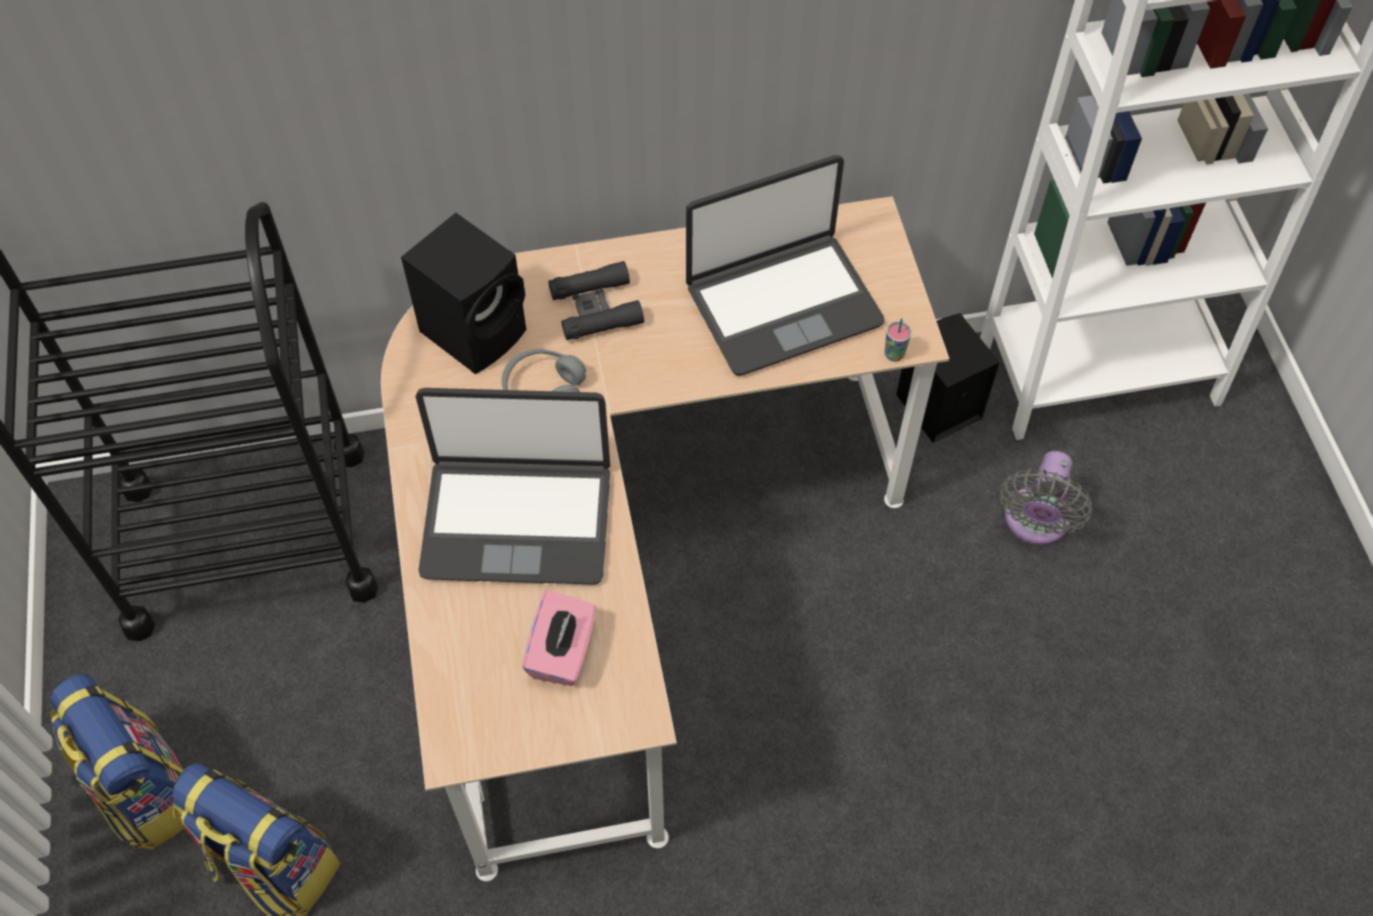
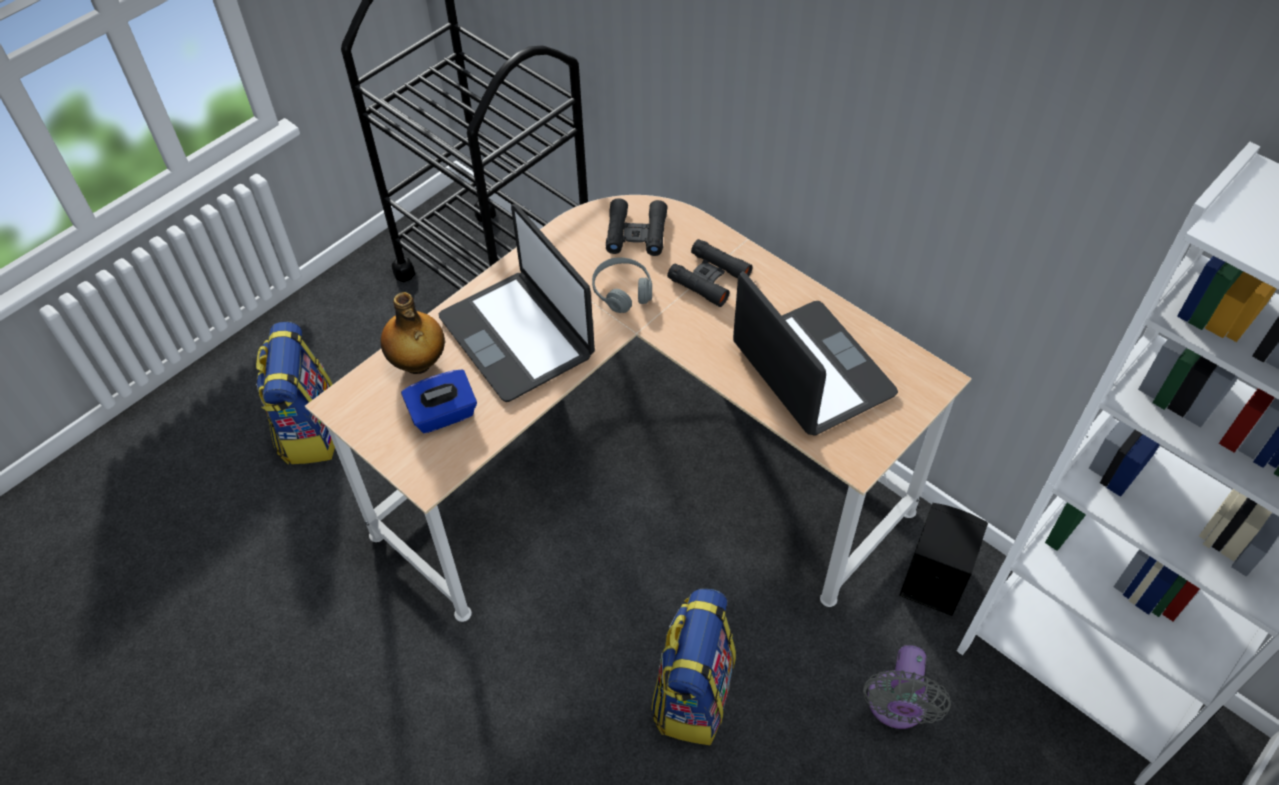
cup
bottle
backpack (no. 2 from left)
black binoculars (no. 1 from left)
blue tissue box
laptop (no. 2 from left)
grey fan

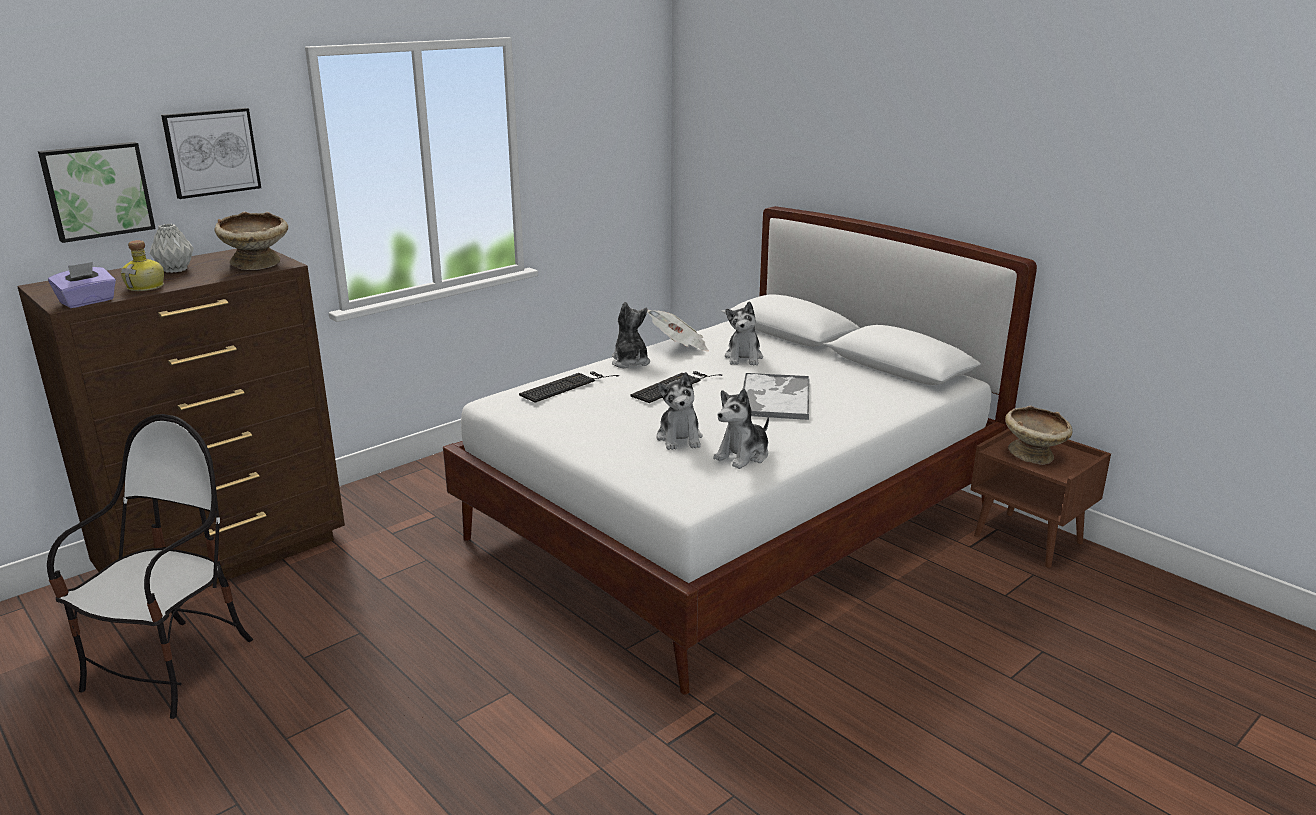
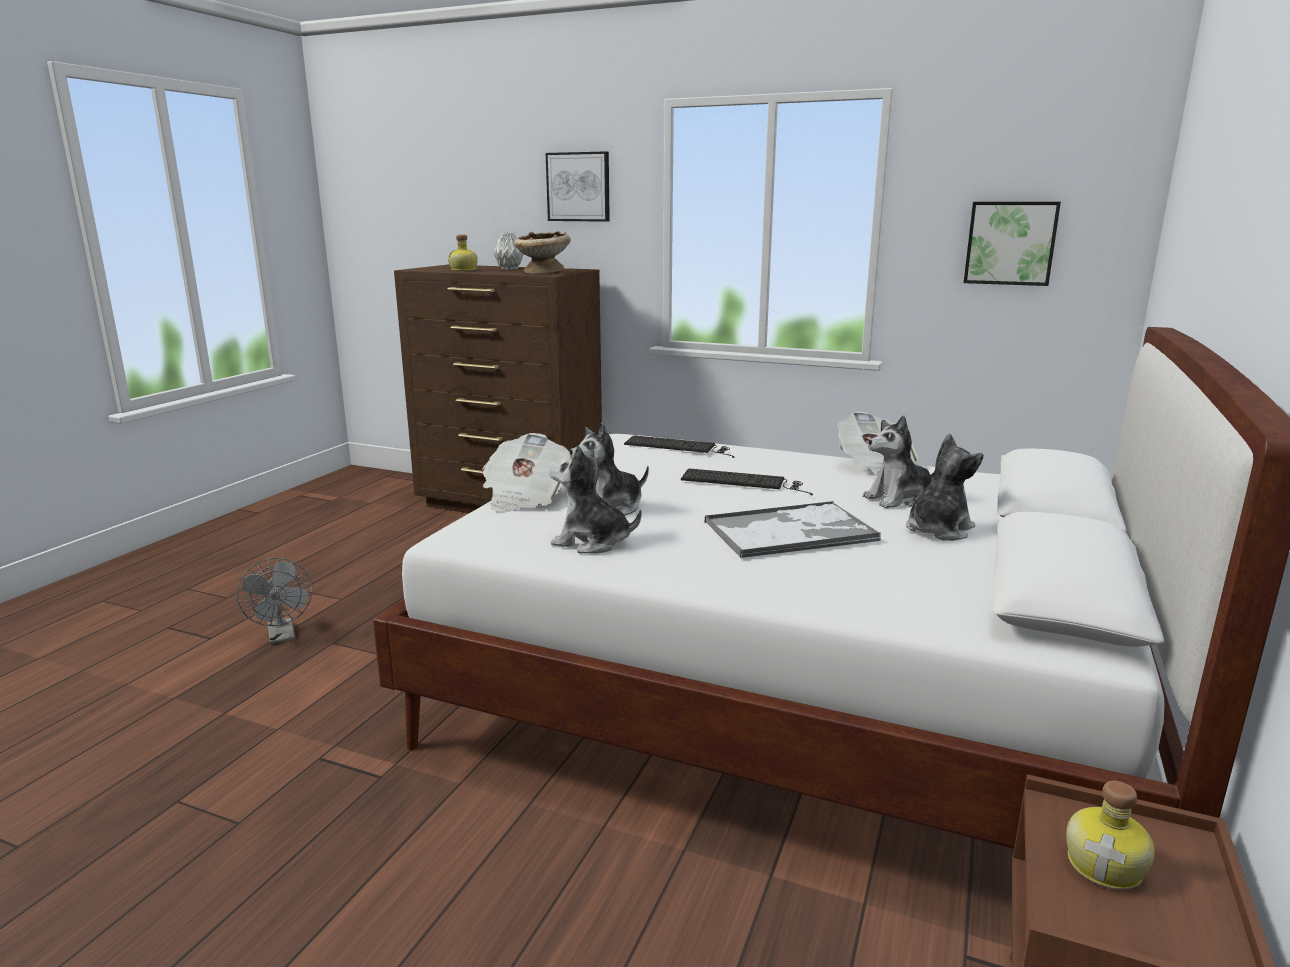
chair
purple tissue box
grey fan
newspaper (no. 1 from left)
picture (no. 2 from left)
plush toy (no. 4 from left)
bottle (no. 2 from left)

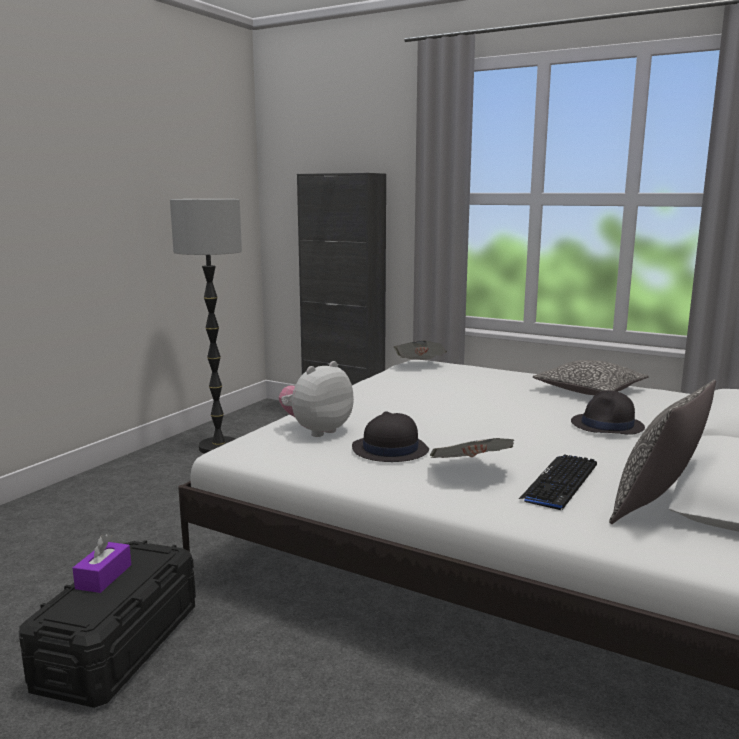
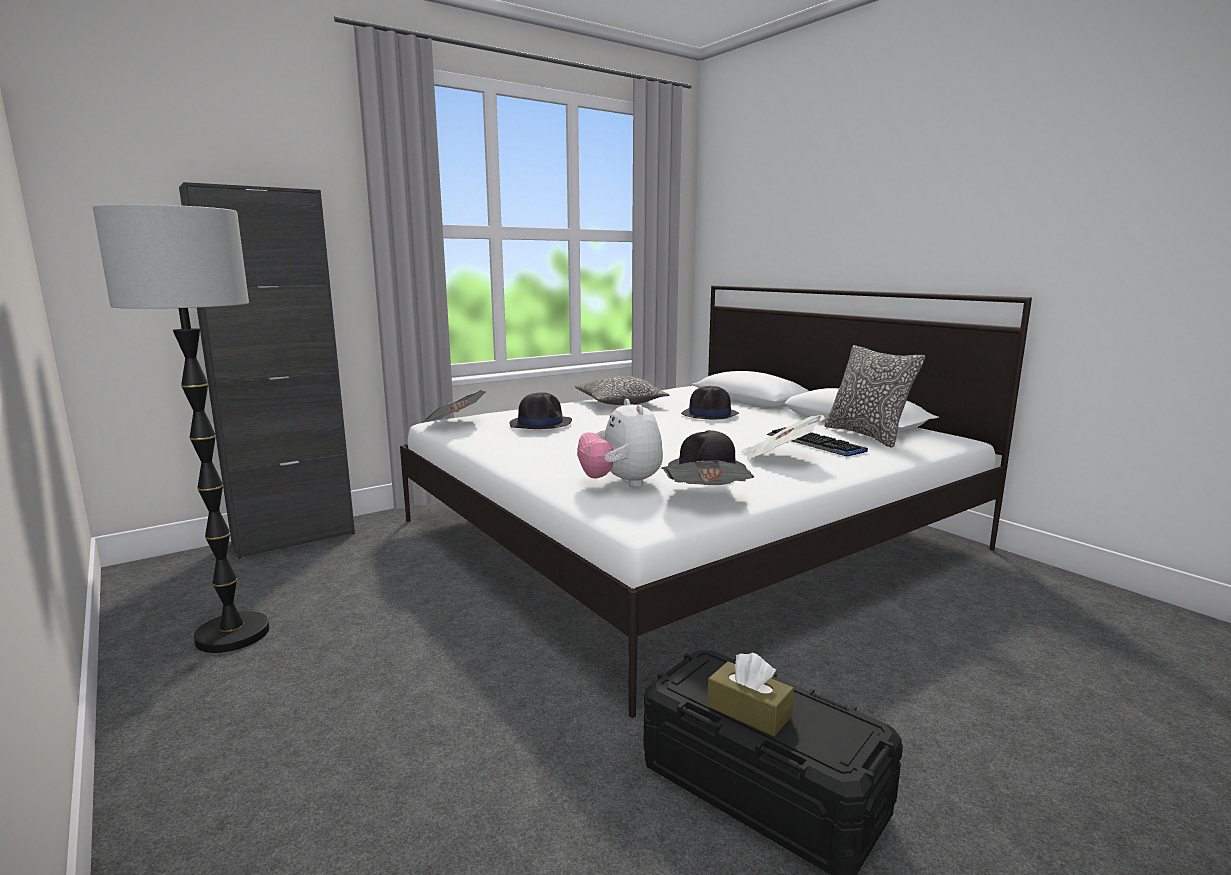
black hat (no. 1 from left)
newspaper (no. 2 from left)
brown tissue box

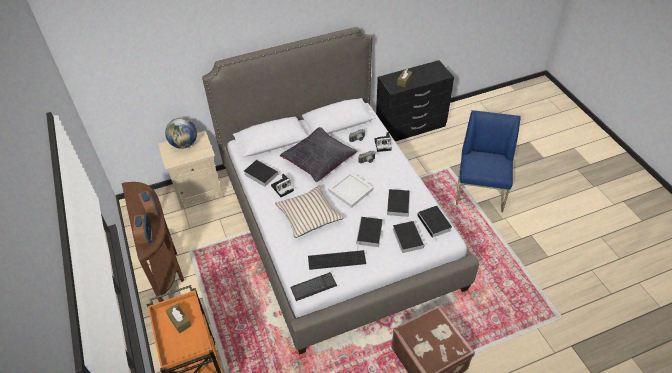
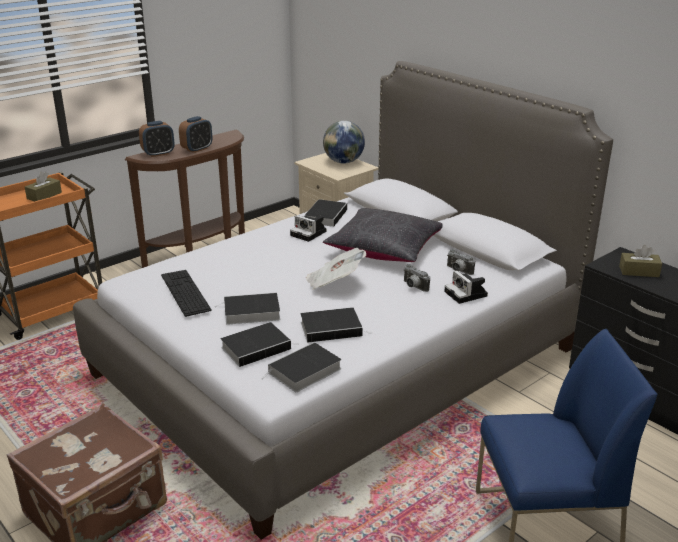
beige pillow
keyboard (no. 1 from left in the first image)
newspaper

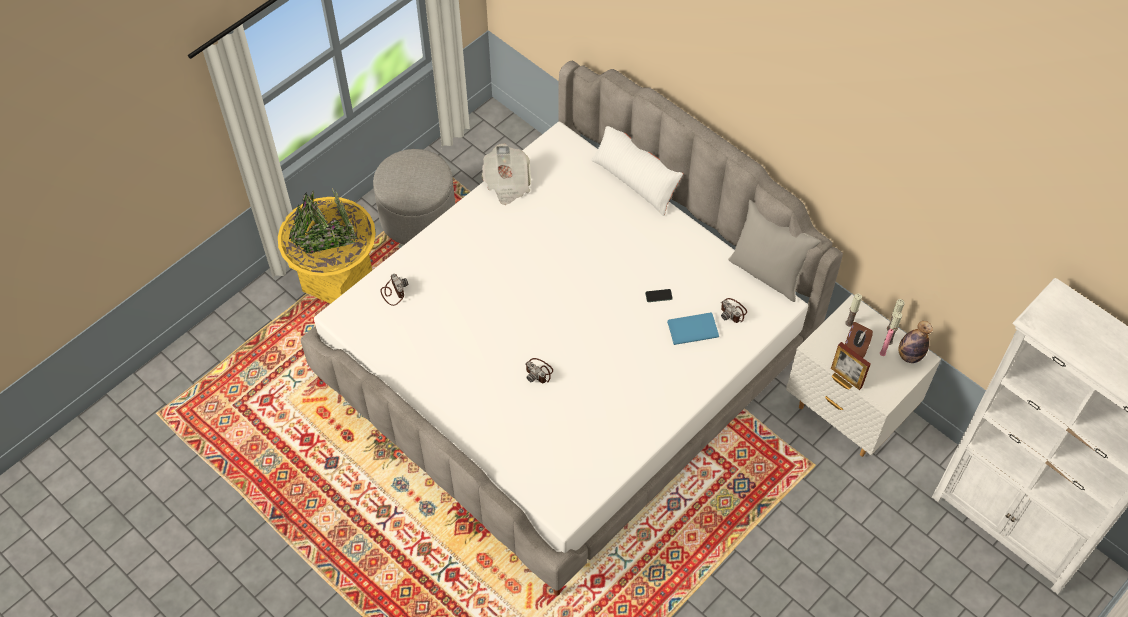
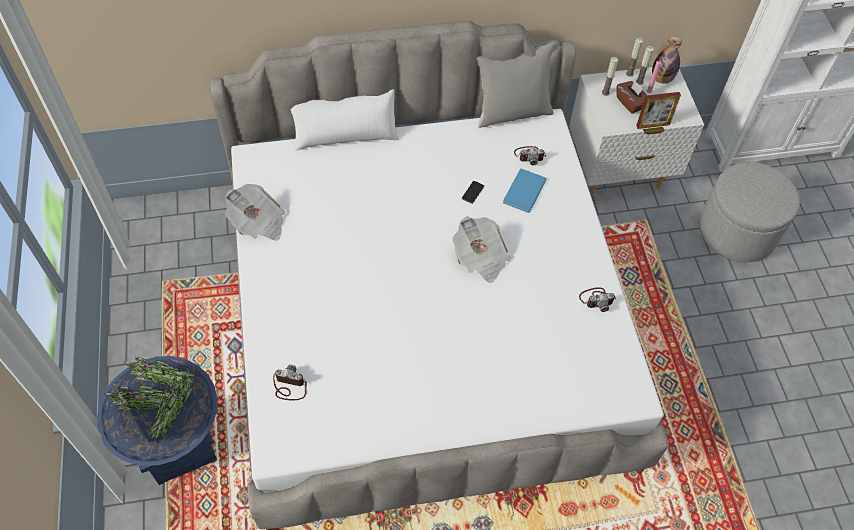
newspaper (no. 2 from left)
grey ottoman
photo camera (no. 3 from left)
blue planter

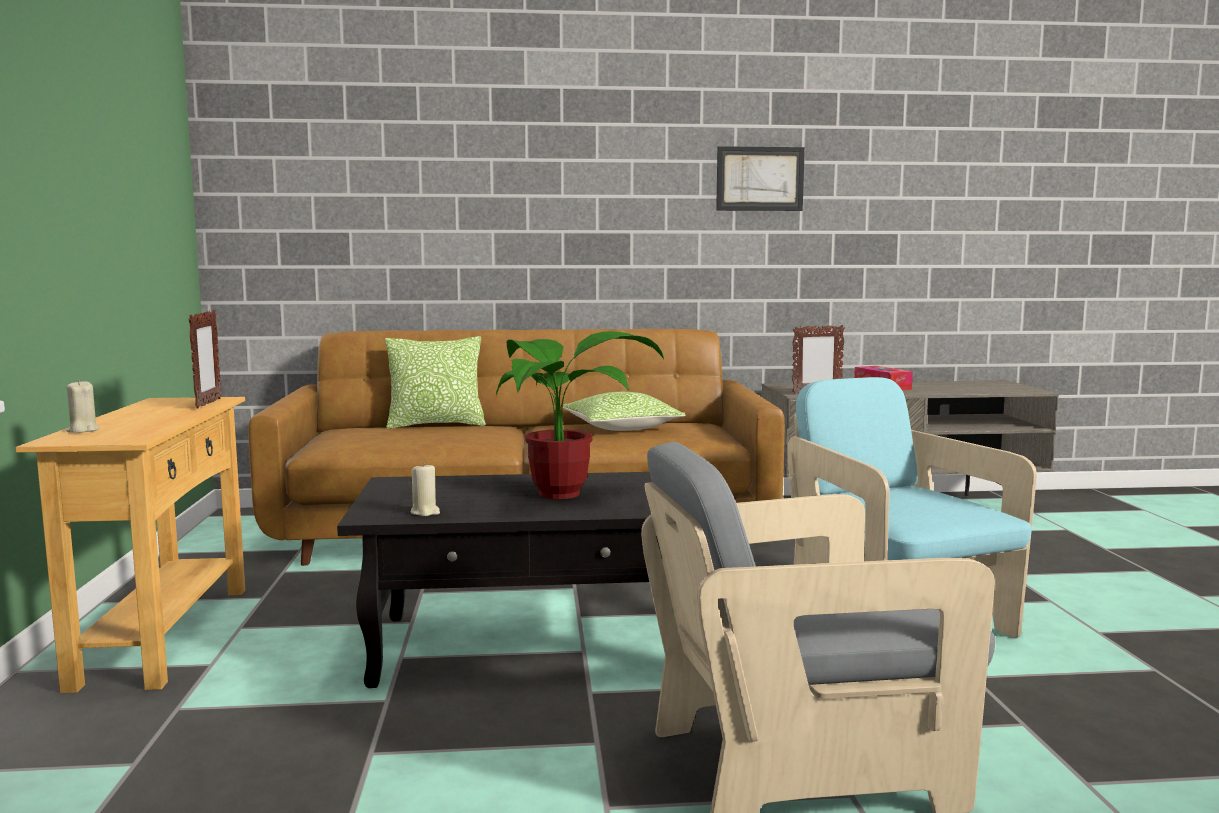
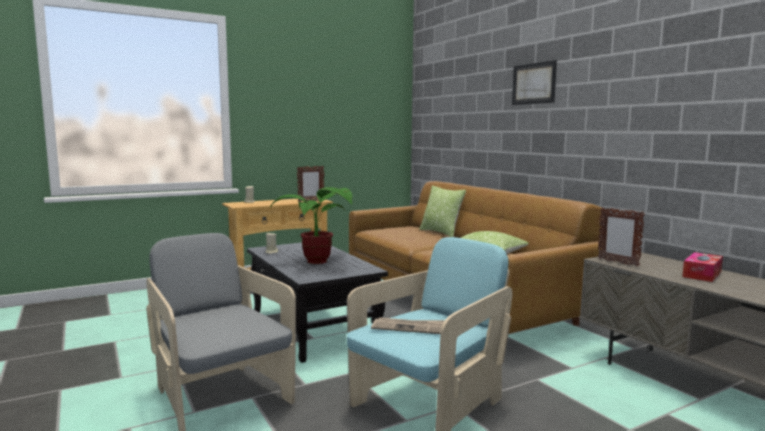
newspaper
picture

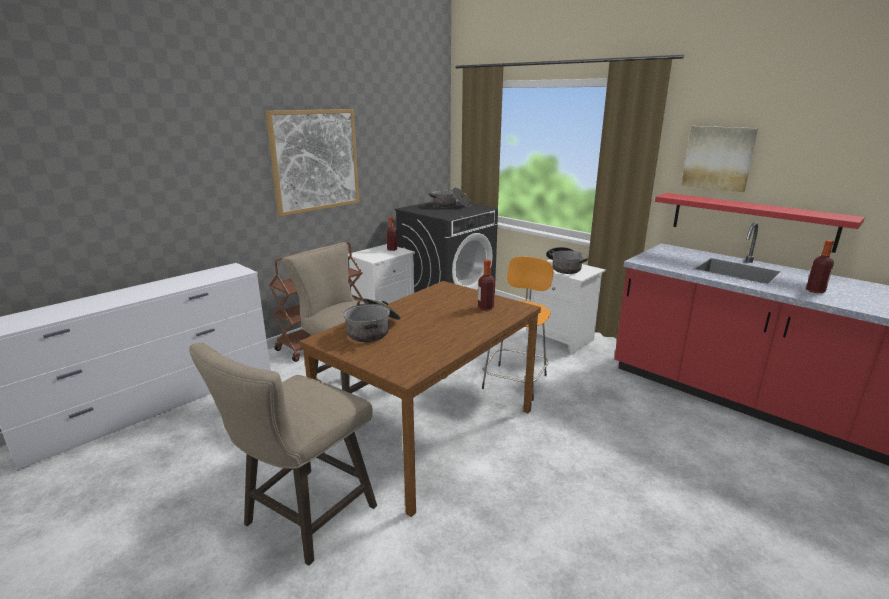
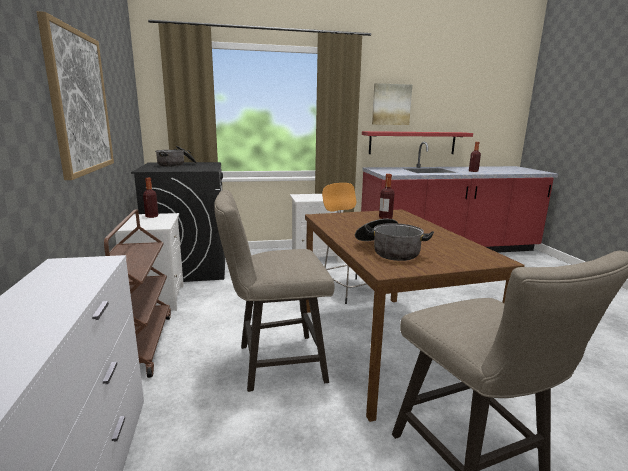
cooking pot (no. 3 from left in the first image)

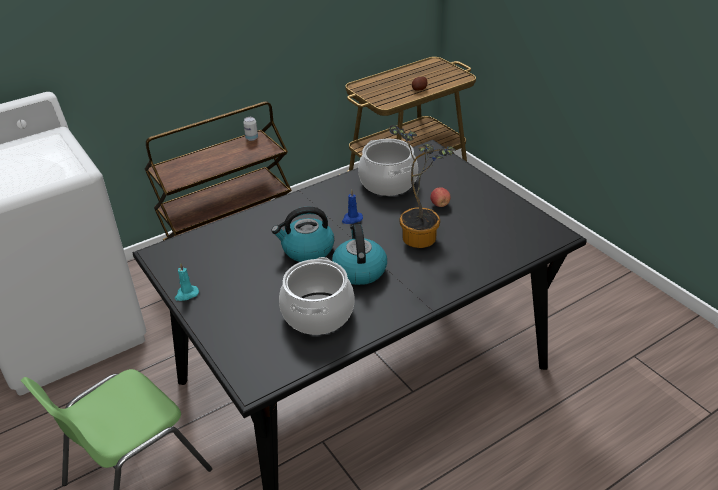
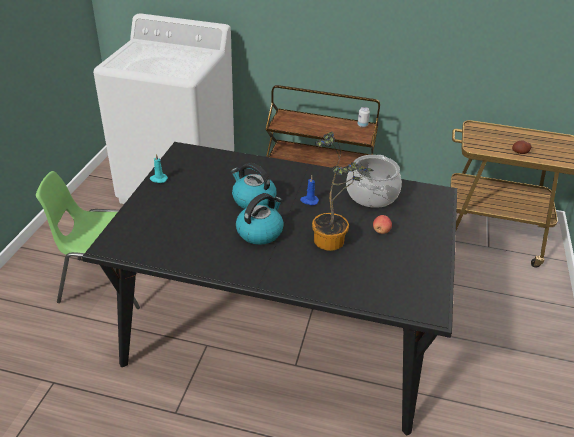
cooking pot (no. 1 from left in the first image)

